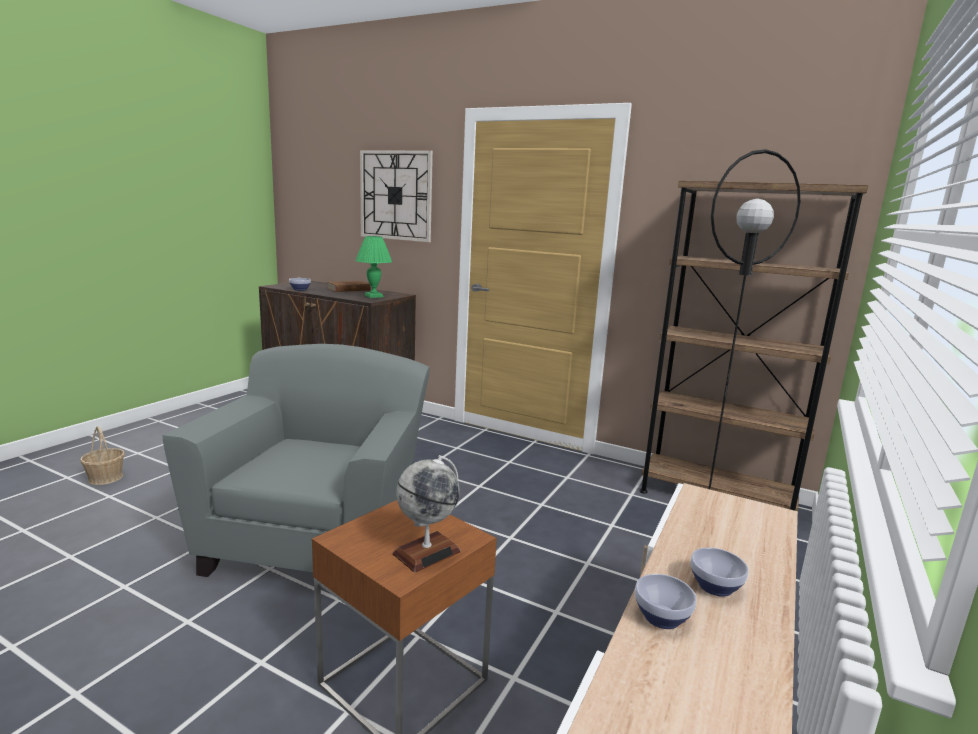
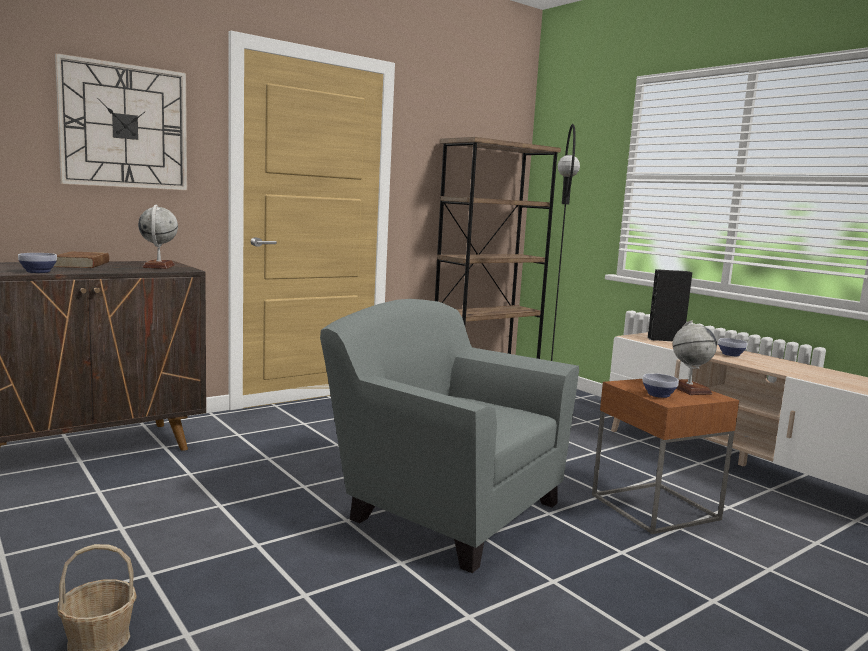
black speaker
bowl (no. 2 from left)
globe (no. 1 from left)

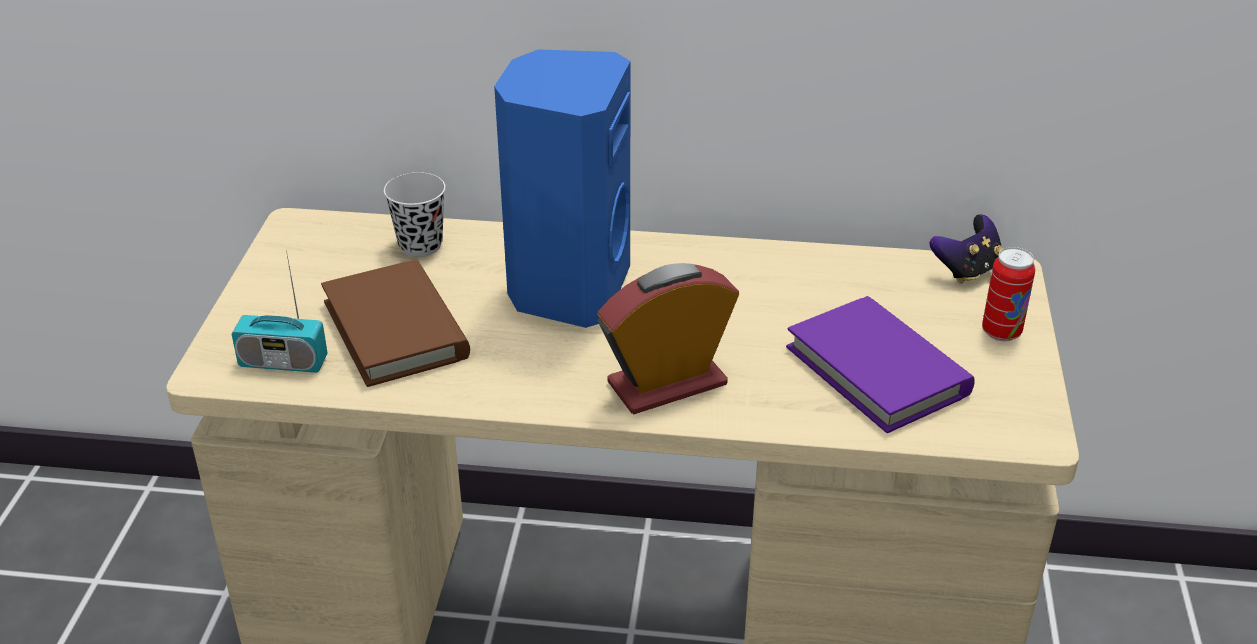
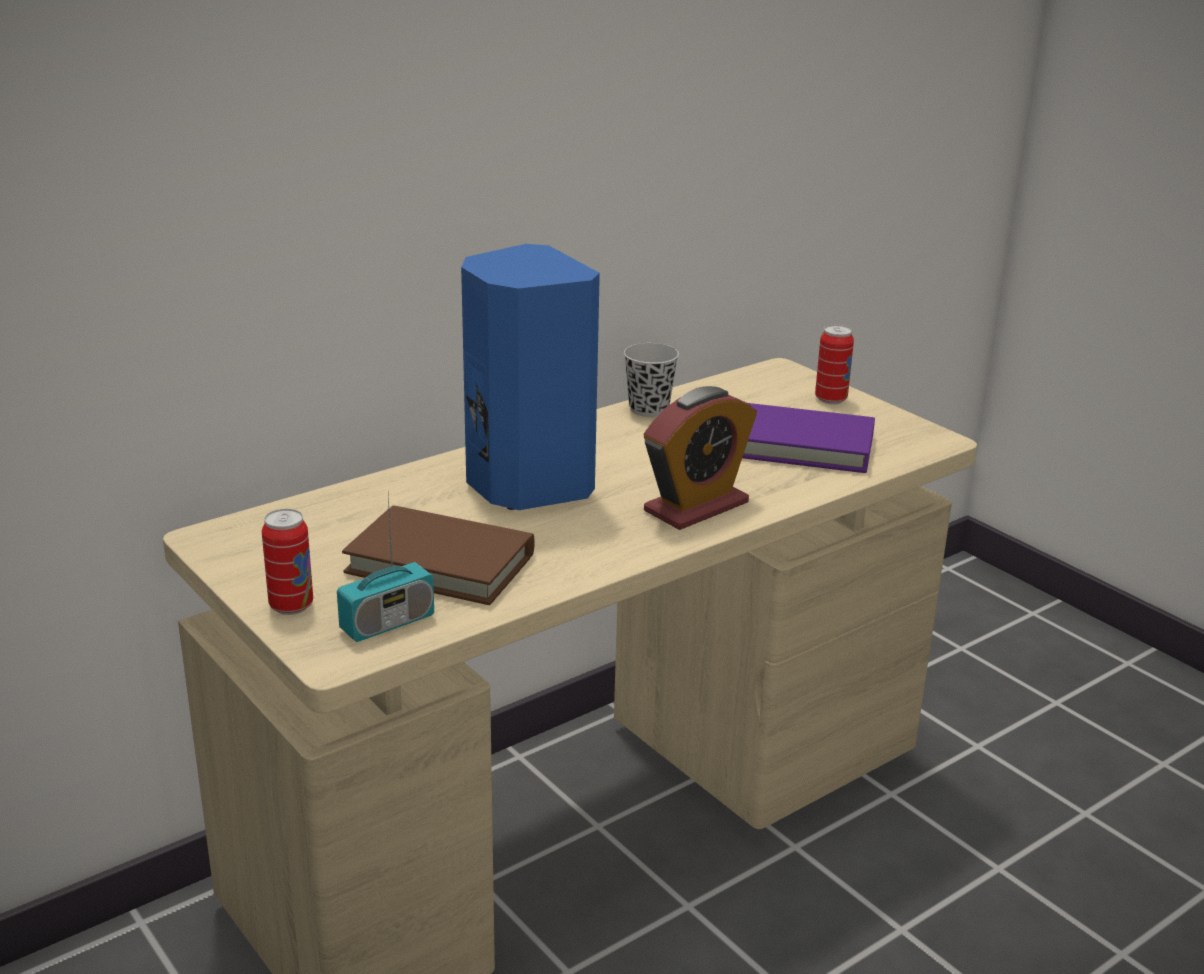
game controller
can (no. 1 from left)
black cup
alarm clock

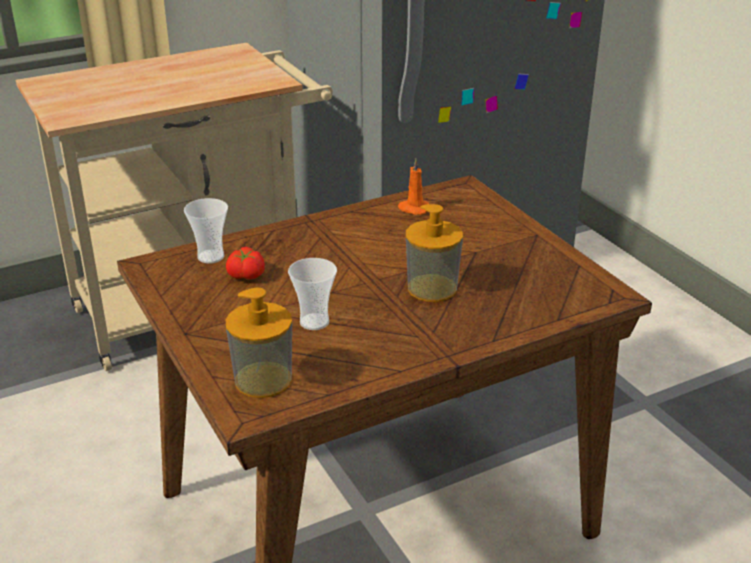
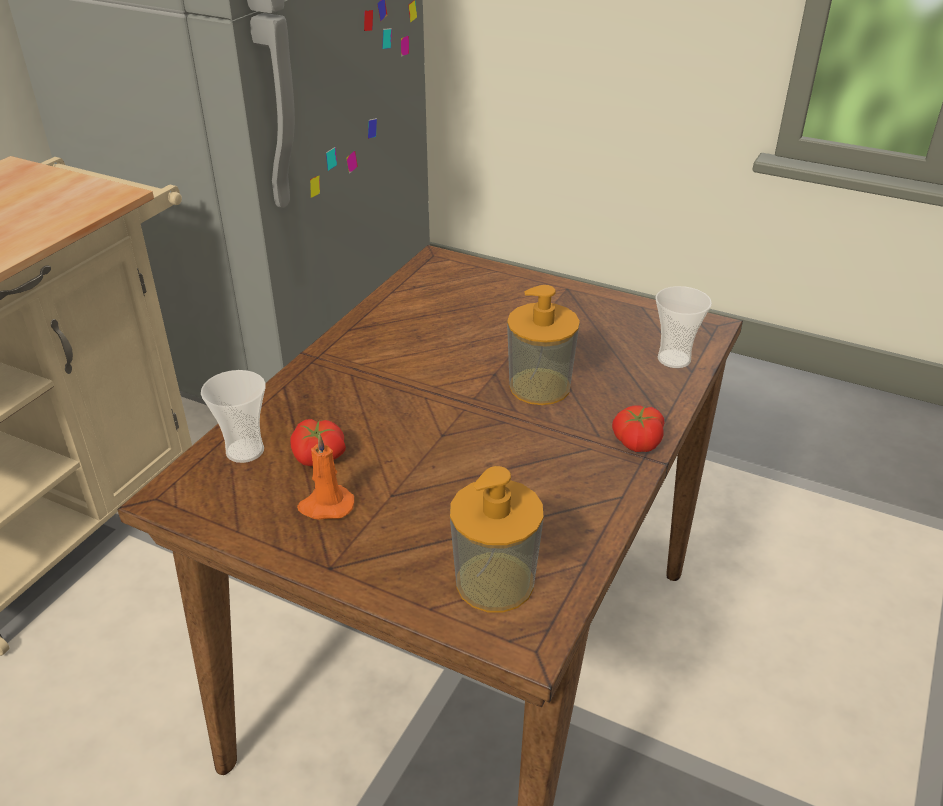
tomato (no. 2 from left)
cup (no. 2 from left)
orange candle

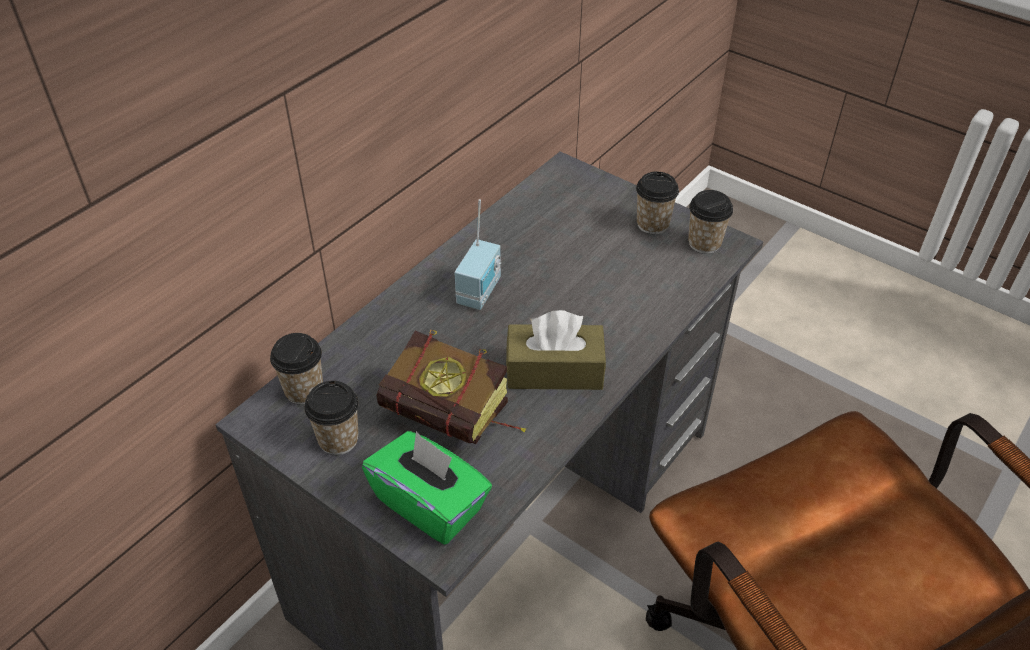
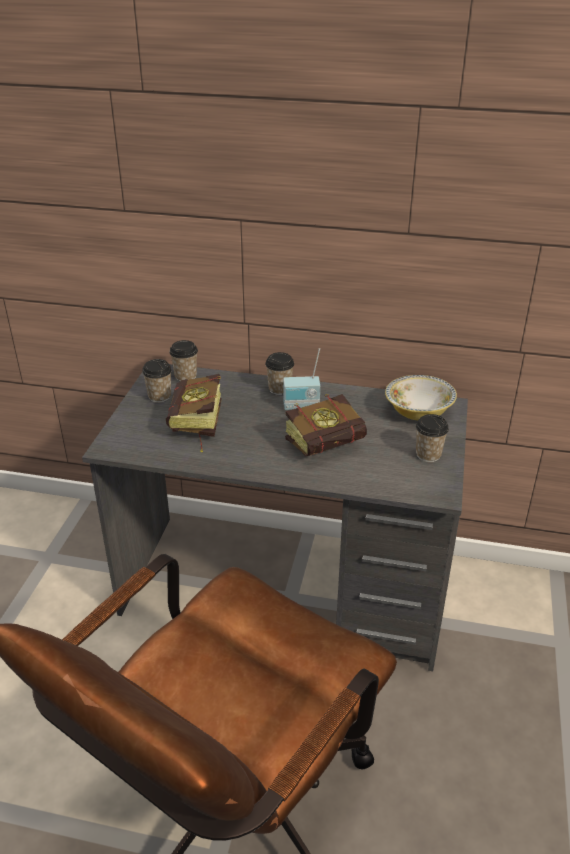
green tissue box
brown tissue box
book (no. 2 from left)
bowl
cup (no. 3 from left)

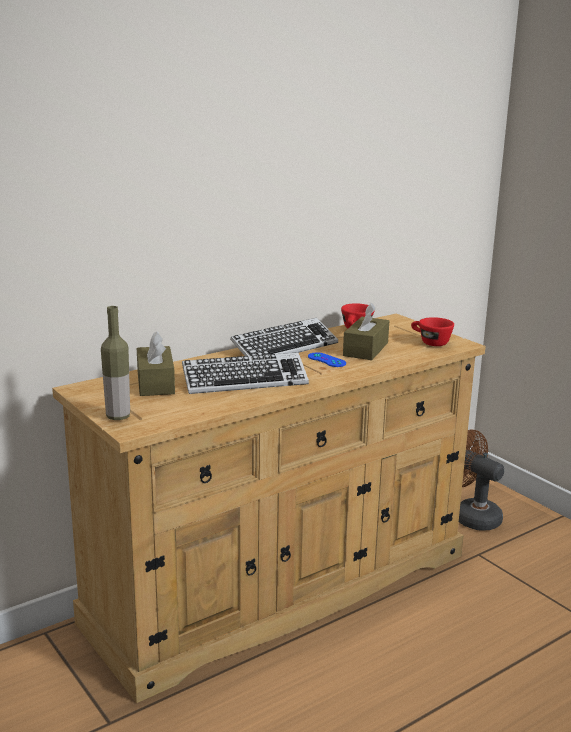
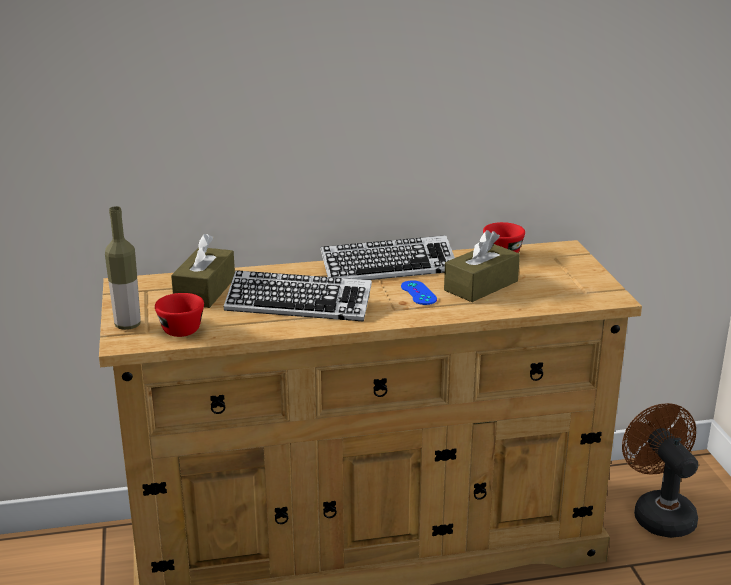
red cup (no. 1 from left)

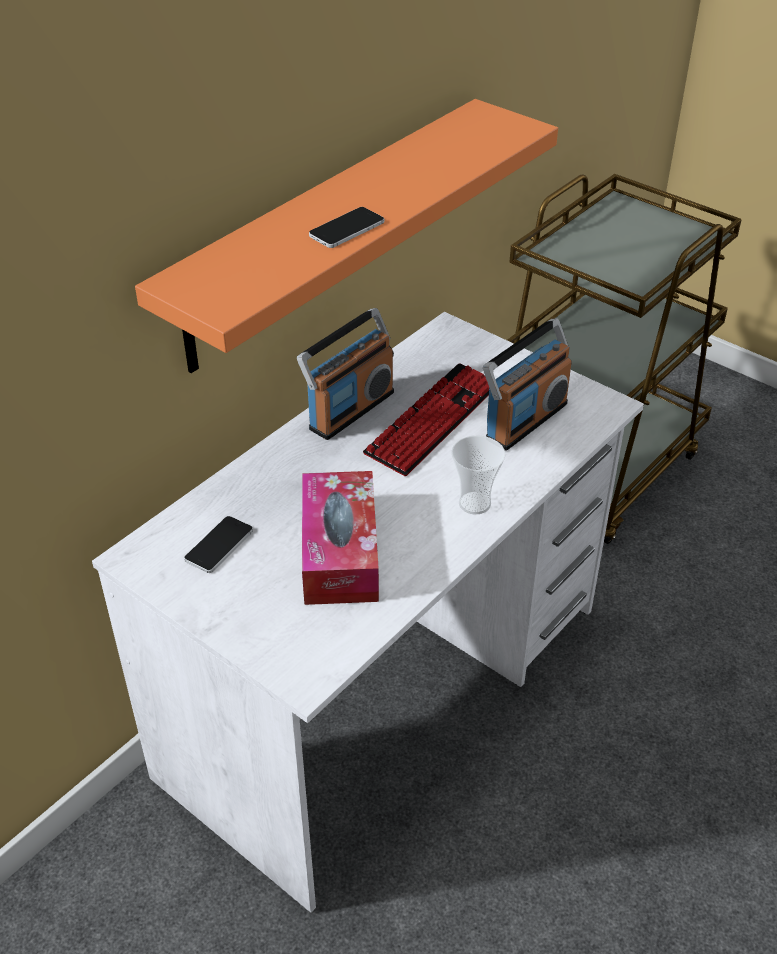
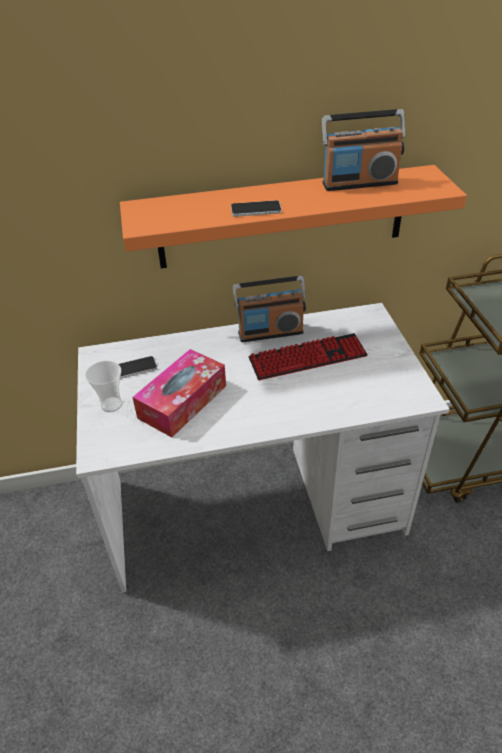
cup
radio (no. 2 from left)

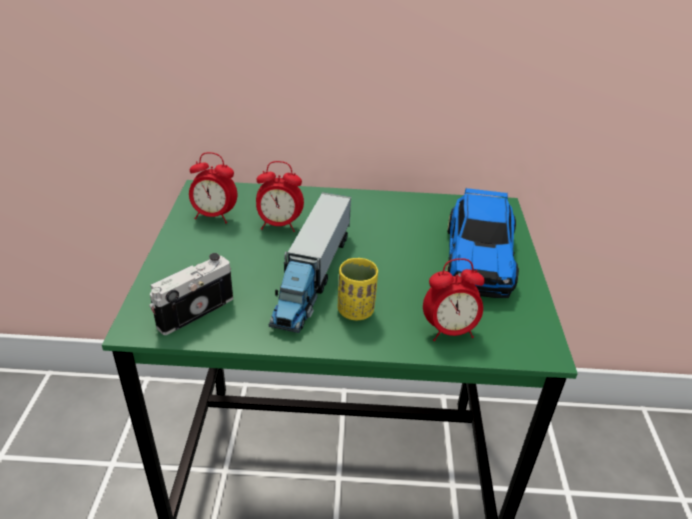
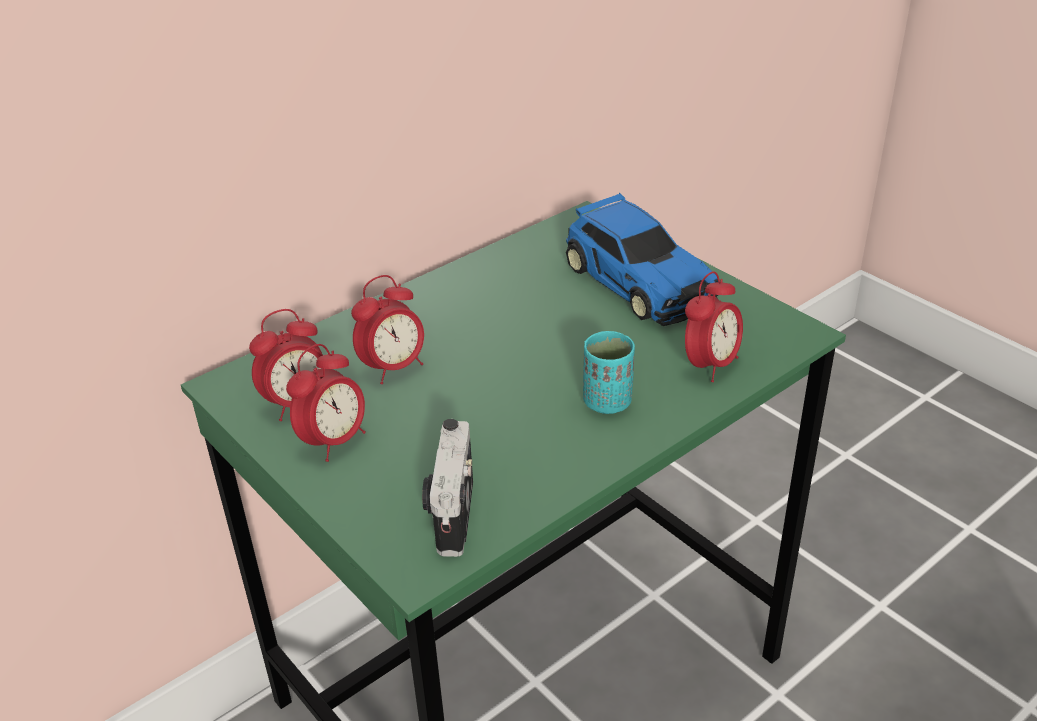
toy truck
alarm clock (no. 2 from left)
turquoise cup

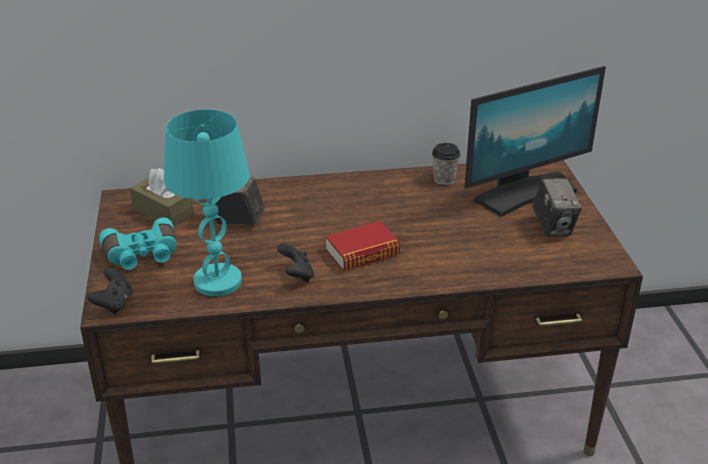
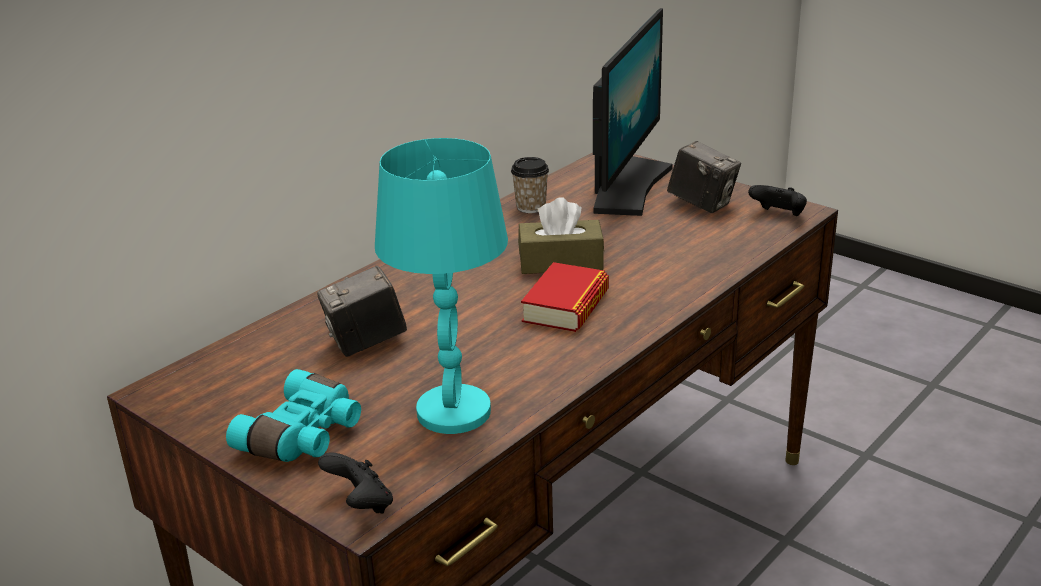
brown tissue box
black game controller (no. 2 from left)

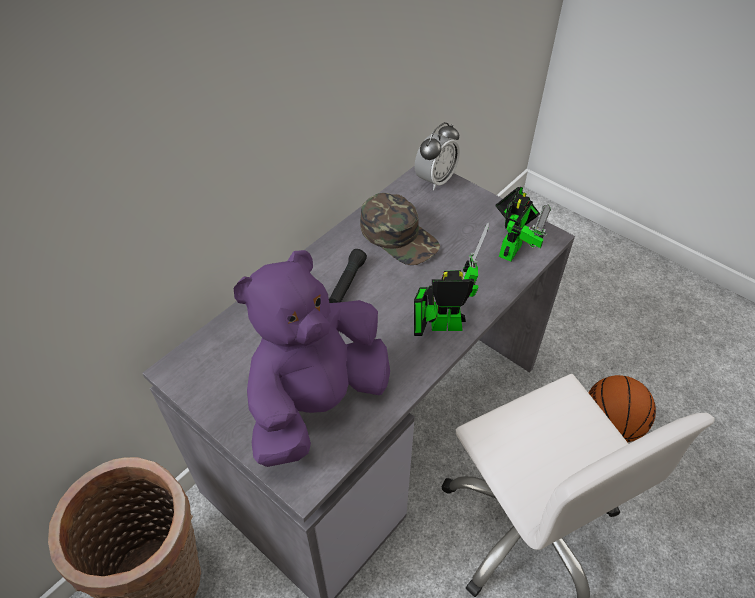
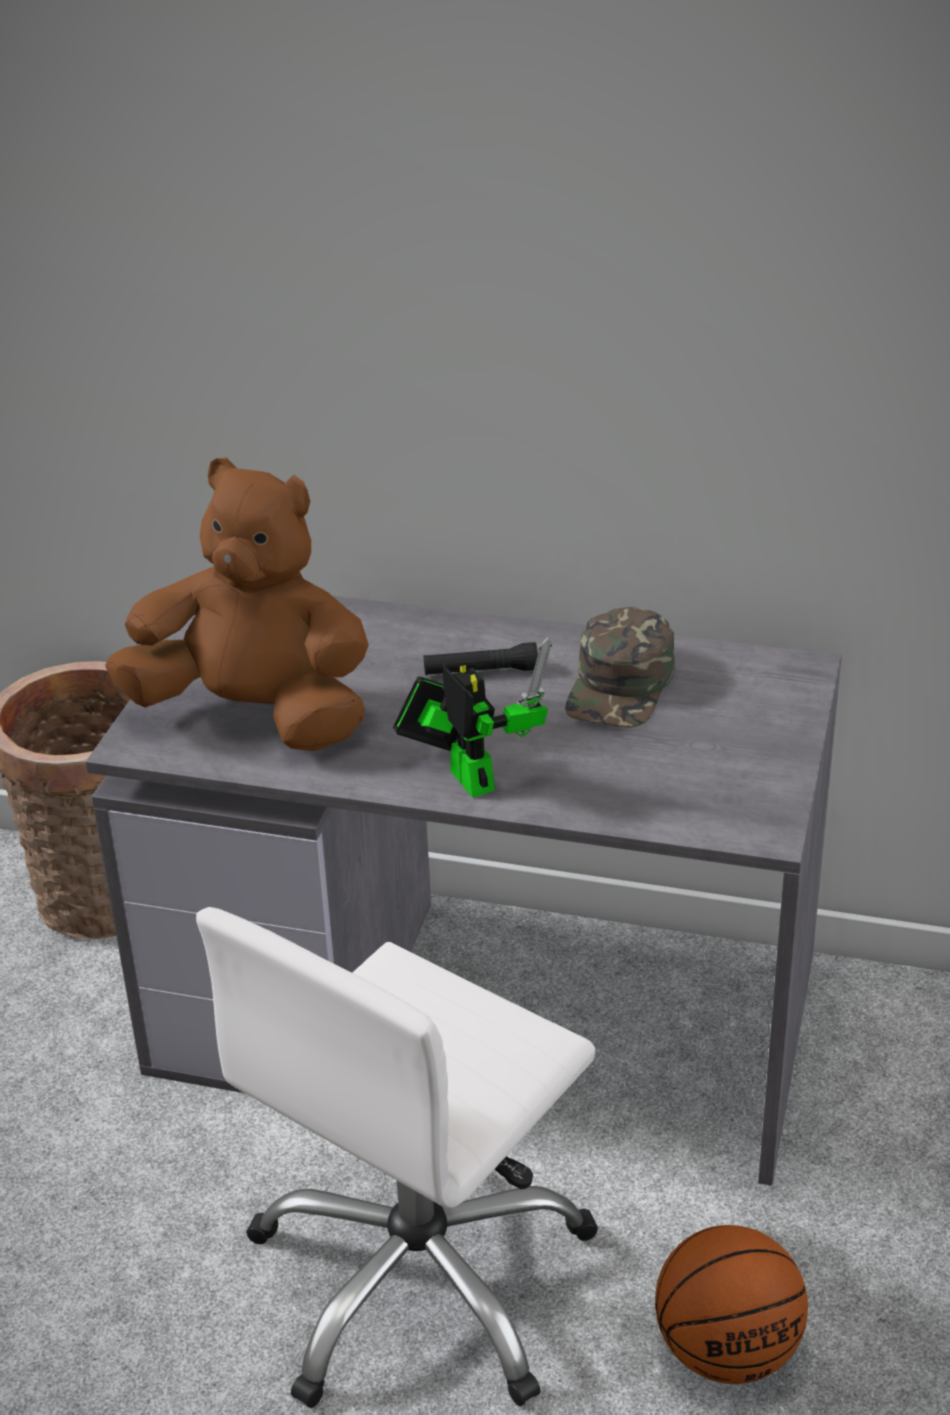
alarm clock
toy robot (no. 2 from left in the first image)
brown plush toy

